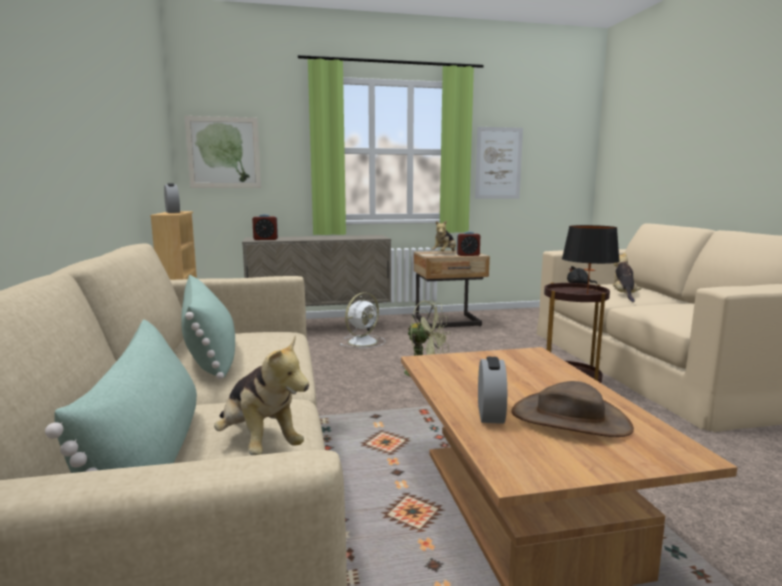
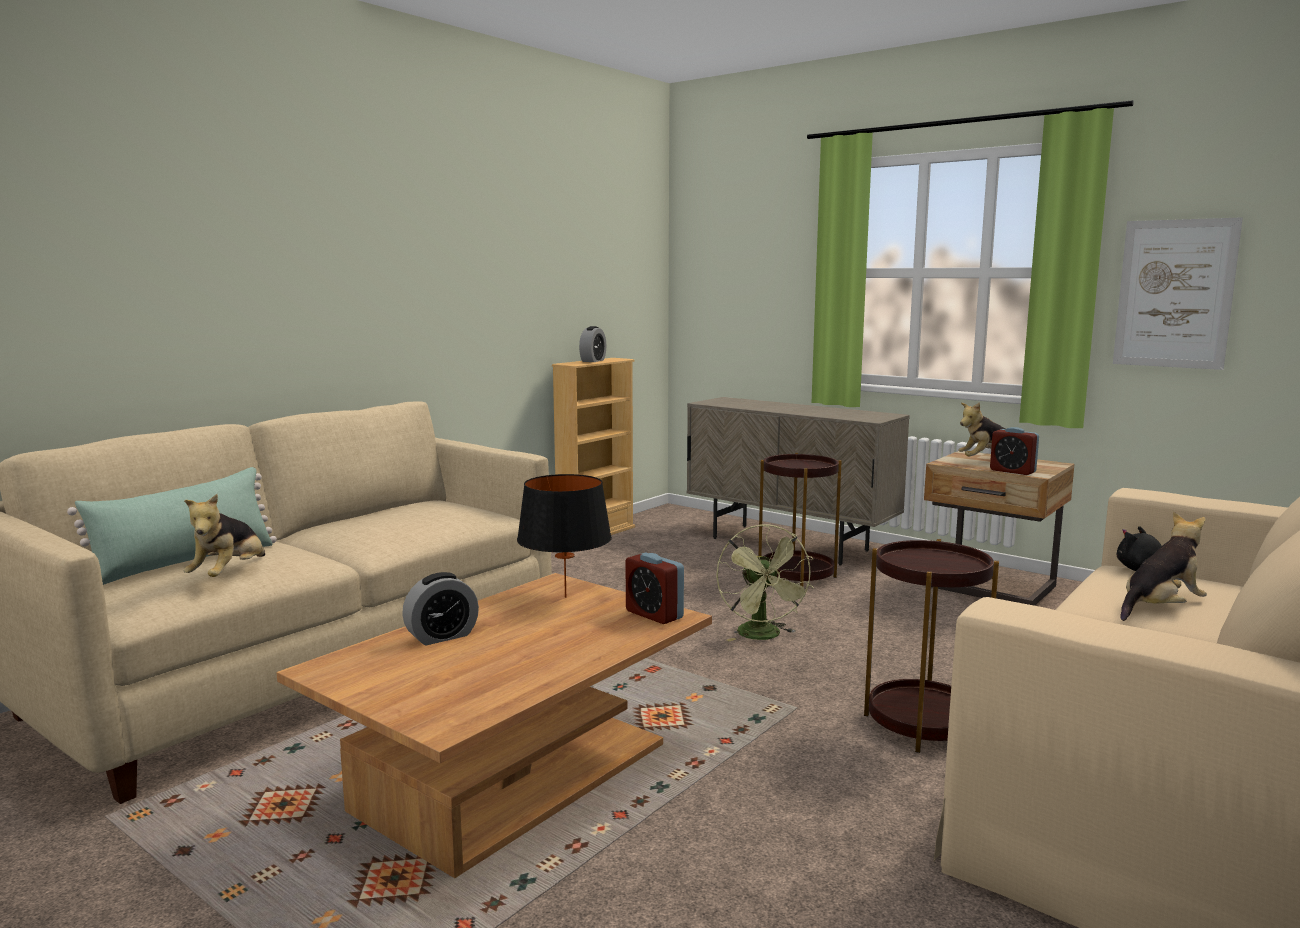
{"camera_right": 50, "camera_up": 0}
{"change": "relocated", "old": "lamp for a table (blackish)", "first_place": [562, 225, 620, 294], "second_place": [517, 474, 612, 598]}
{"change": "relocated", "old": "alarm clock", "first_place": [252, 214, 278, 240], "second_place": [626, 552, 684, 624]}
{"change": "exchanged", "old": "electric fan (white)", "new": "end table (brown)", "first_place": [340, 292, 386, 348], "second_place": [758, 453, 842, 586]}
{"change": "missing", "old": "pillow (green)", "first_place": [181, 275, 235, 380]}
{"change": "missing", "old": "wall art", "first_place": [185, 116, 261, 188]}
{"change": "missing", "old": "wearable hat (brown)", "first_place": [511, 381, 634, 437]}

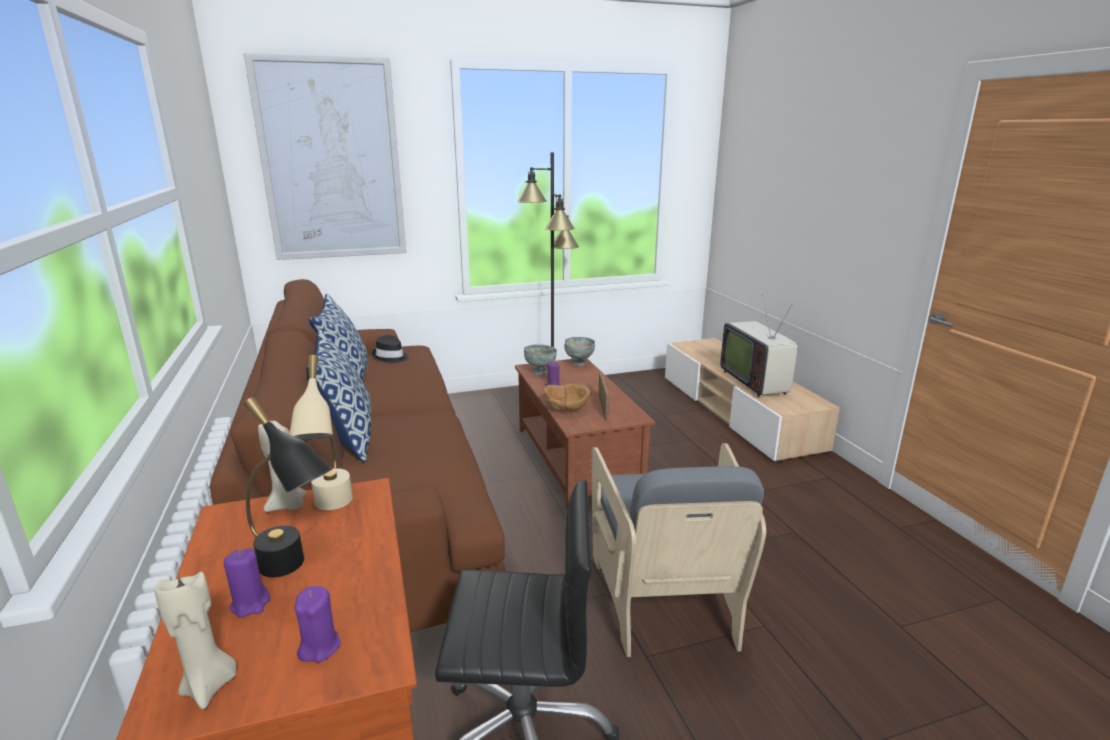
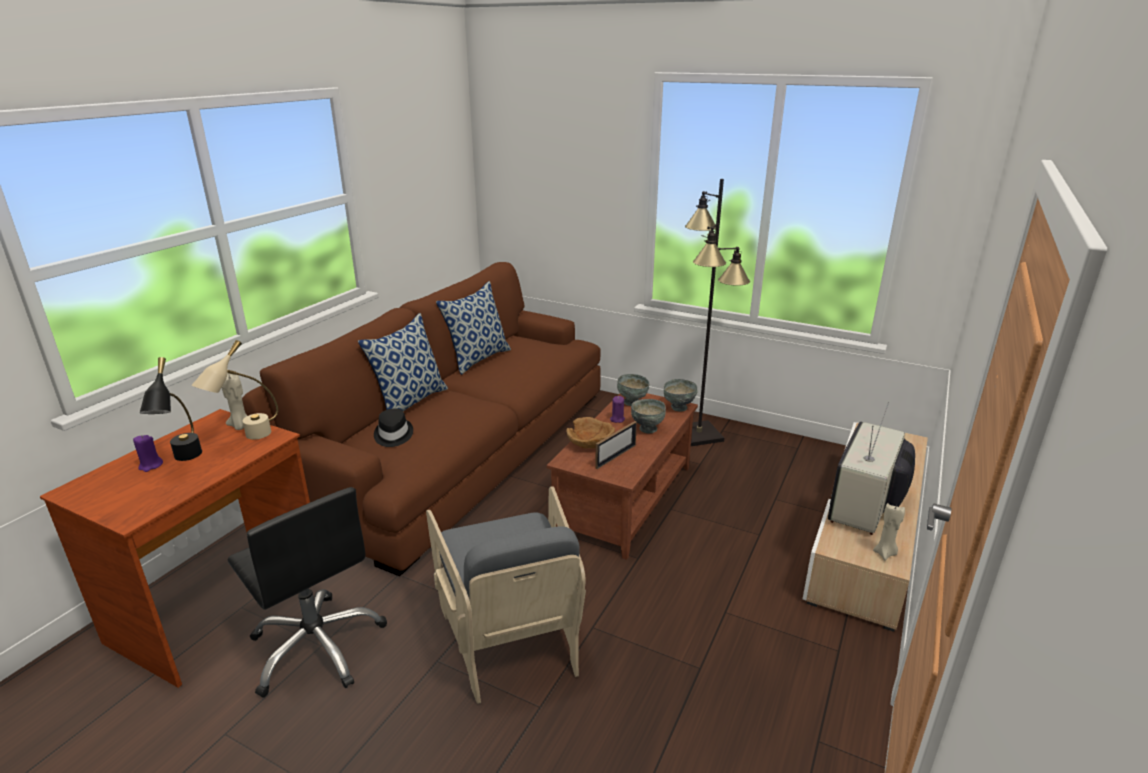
{"camera_right": 45, "camera_up": 5}
{"change": "relocated", "old": "wearable hat (blackish)", "first_place": [372, 335, 409, 363], "second_place": [374, 409, 413, 447]}
{"change": "spun", "old": "lounge chair (greyish)", "first_place": [592, 443, 766, 657], "second_place": [426, 486, 586, 704], "degrees": -60}
{"change": "appeared", "new": "serving bowl (greyish)", "second_place": [631, 399, 666, 434]}
{"change": "relocated", "old": "wax light (beige-coloured)", "first_place": [155, 571, 237, 709], "second_place": [873, 503, 905, 561]}
{"change": "missing", "old": "wall art", "first_place": [244, 53, 406, 260]}
{"change": "missing", "old": "wax light (purple-coloured)", "first_place": [295, 586, 341, 662]}

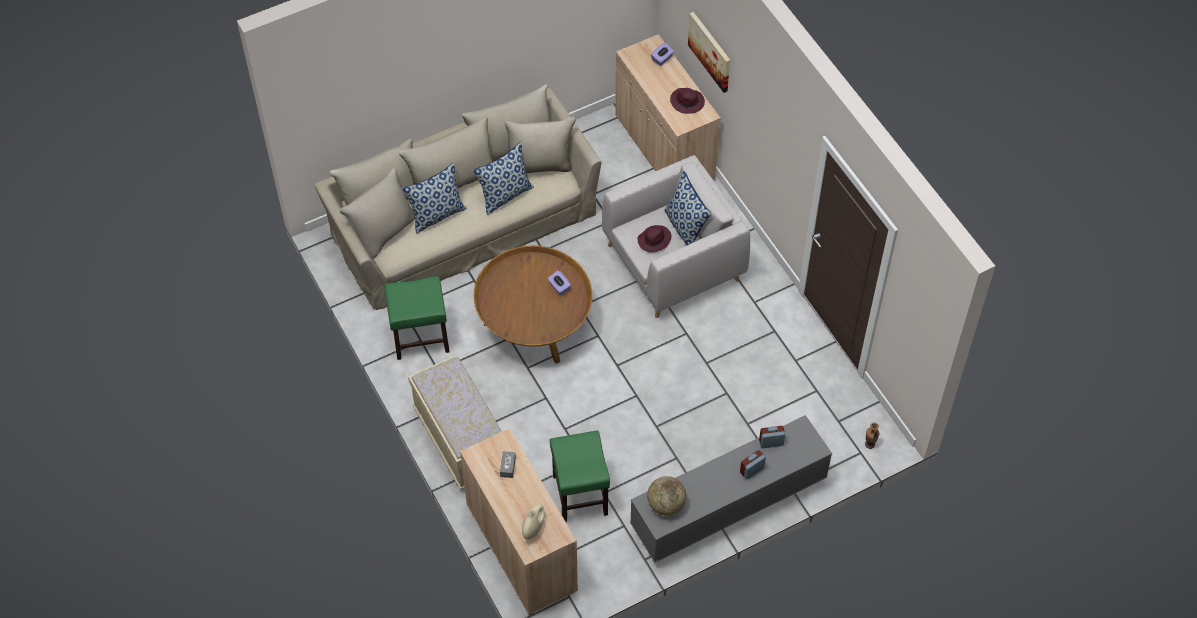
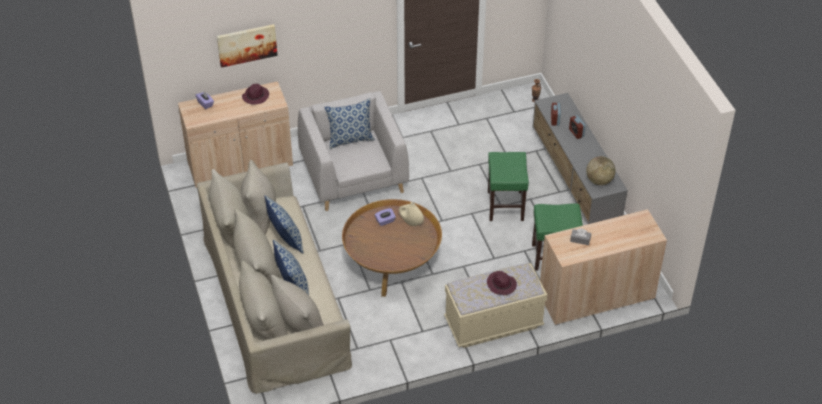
{"camera_right": -80, "camera_up": -10}
{"change": "relocated", "old": "decorative vase (beige-coloured)", "first_place": [522, 504, 544, 540], "second_place": [399, 202, 424, 226]}
{"change": "relocated", "old": "wearable hat (purple-coloured)", "first_place": [637, 225, 671, 252], "second_place": [487, 271, 517, 295]}
{"change": "relocated", "old": "stool (green)", "first_place": [384, 276, 450, 360], "second_place": [488, 152, 529, 221]}

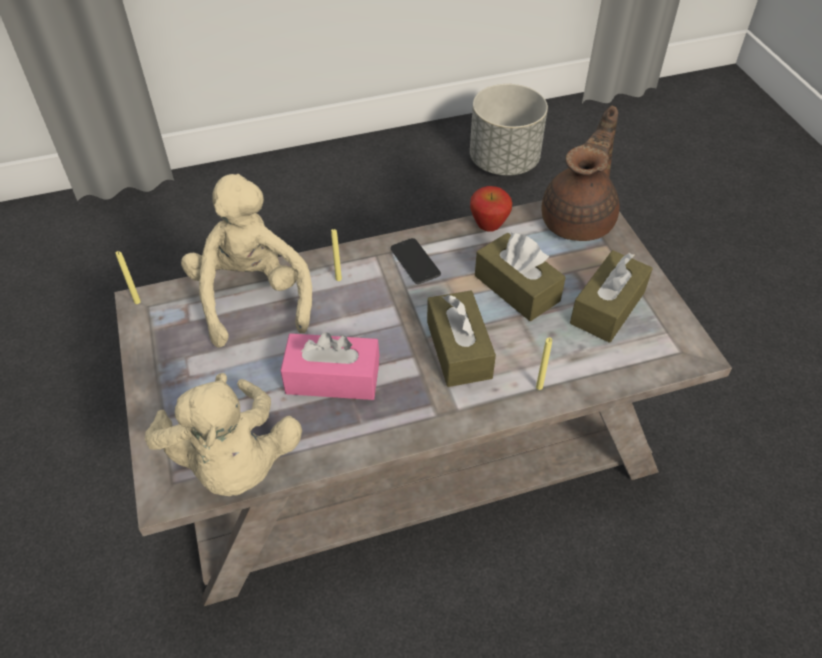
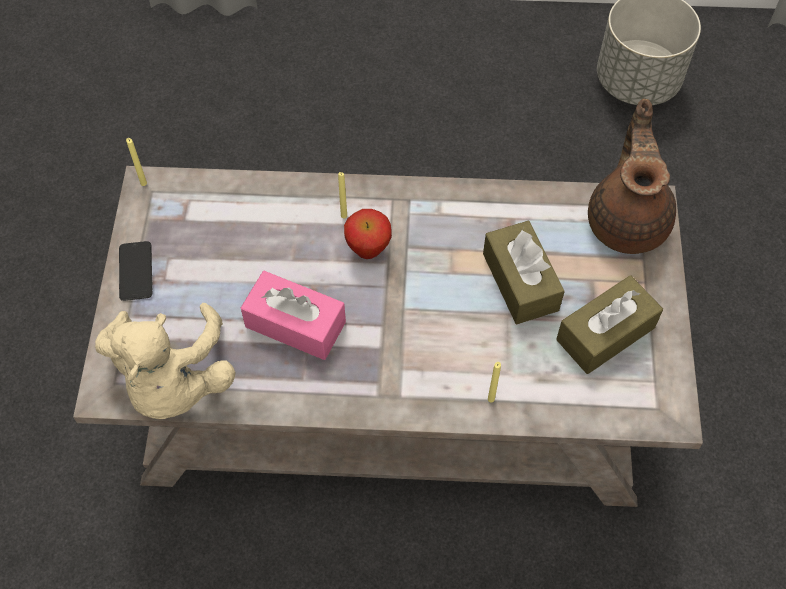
{"camera_right": 20, "camera_up": 10}
{"change": "relocated", "old": "handset", "first_place": [390, 238, 441, 284], "second_place": [119, 241, 153, 301]}
{"change": "relocated", "old": "apple fruit", "first_place": [470, 186, 512, 231], "second_place": [344, 209, 392, 259]}
{"change": "spun", "old": "teapot (brown)", "first_place": [541, 105, 620, 241], "second_place": [588, 99, 676, 254], "degrees": -45}
{"change": "missing", "old": "plush toy (beige-coloured)", "first_place": [181, 174, 312, 348]}
{"change": "missing", "old": "tissue holder (brown)", "first_place": [427, 291, 496, 387]}

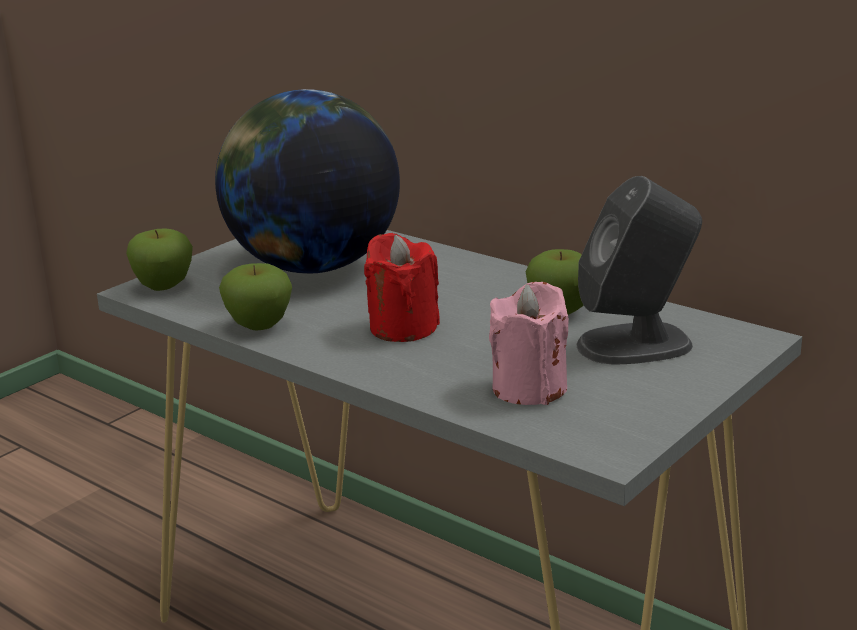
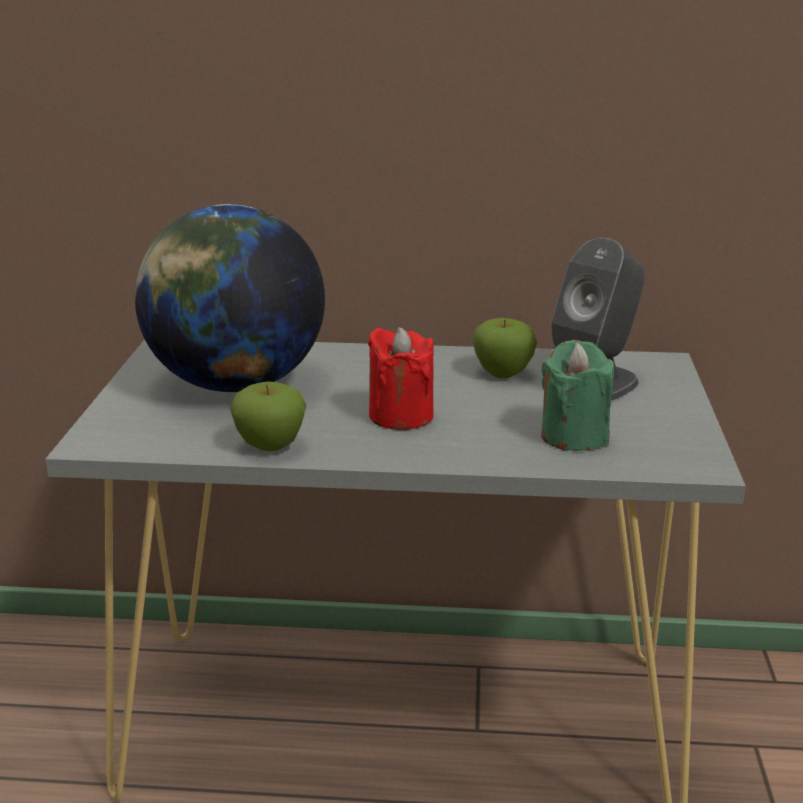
{"camera_right": -35, "camera_up": 0}
{"change": "colour", "old": "wax light (pink-coloured)", "new": "wax light (green)", "first_place": [489, 282, 569, 405], "second_place": [541, 340, 614, 451]}
{"change": "missing", "old": "apple fruit", "first_place": [126, 228, 193, 291]}

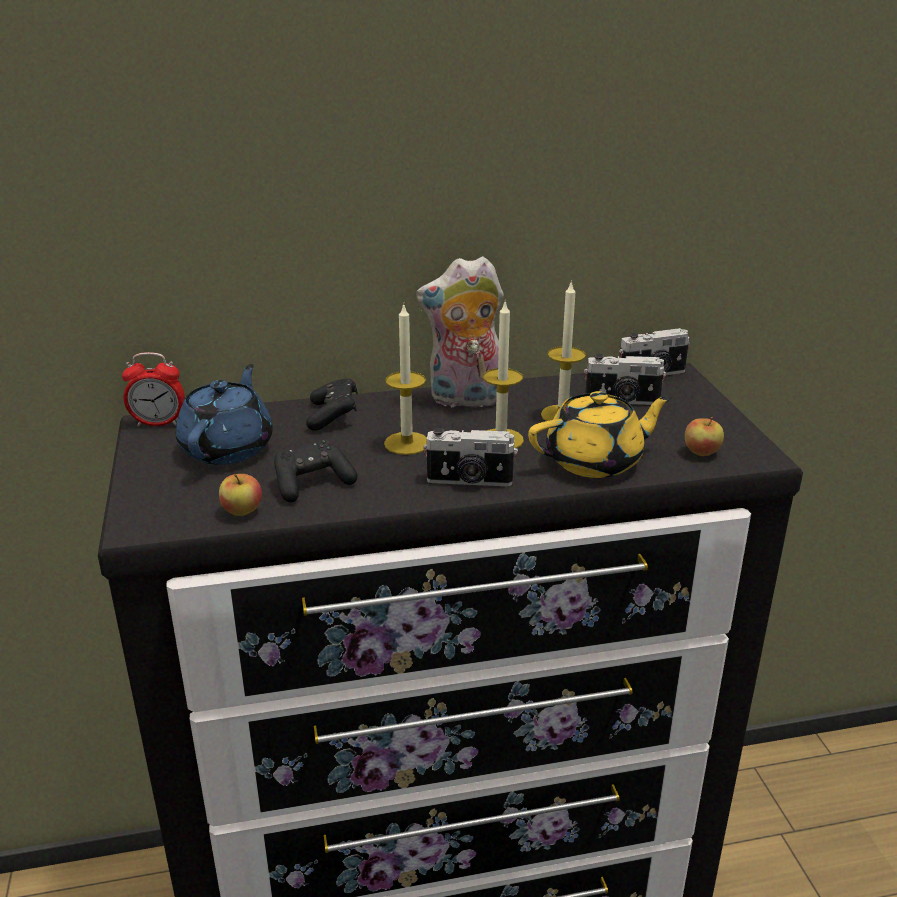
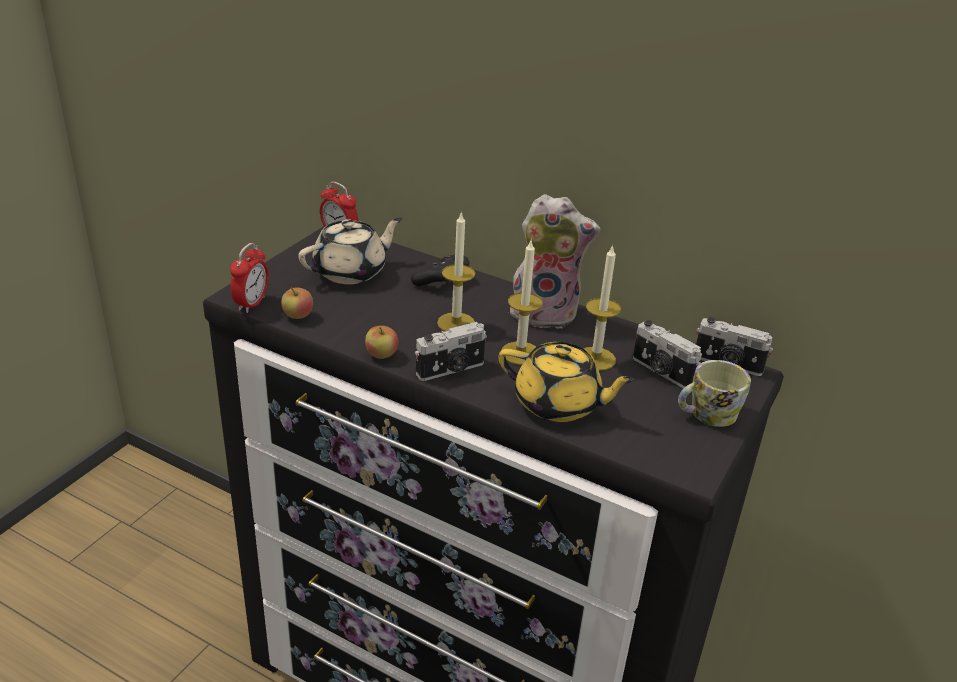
{"camera_right": 40, "camera_up": 5}
{"change": "appeared", "new": "alarm clock", "second_place": [230, 243, 269, 313]}
{"change": "colour", "old": "teapot (bluish)", "new": "teapot (beige-coloured)", "first_place": [176, 364, 273, 465], "second_place": [298, 218, 402, 284]}
{"change": "relocated", "old": "apple fruit", "first_place": [685, 417, 724, 456], "second_place": [365, 326, 398, 359]}
{"change": "spun", "old": "still camera", "first_place": [423, 428, 518, 486], "second_place": [415, 322, 487, 381], "degrees": -75}
{"change": "spun", "old": "plush toy", "first_place": [416, 256, 504, 411], "second_place": [510, 194, 600, 329], "degrees": 150}
{"change": "appeared", "new": "tea mug", "second_place": [678, 360, 751, 427]}
{"change": "missing", "old": "game controller (blackish)", "first_place": [274, 439, 357, 503]}

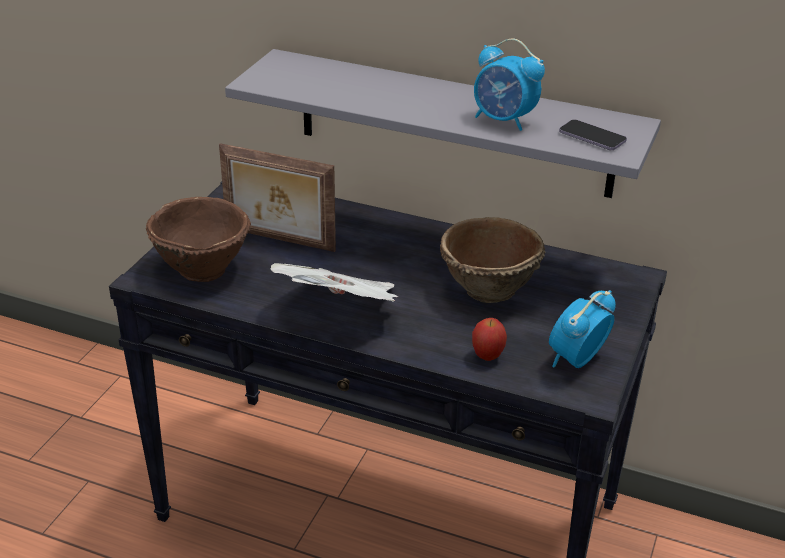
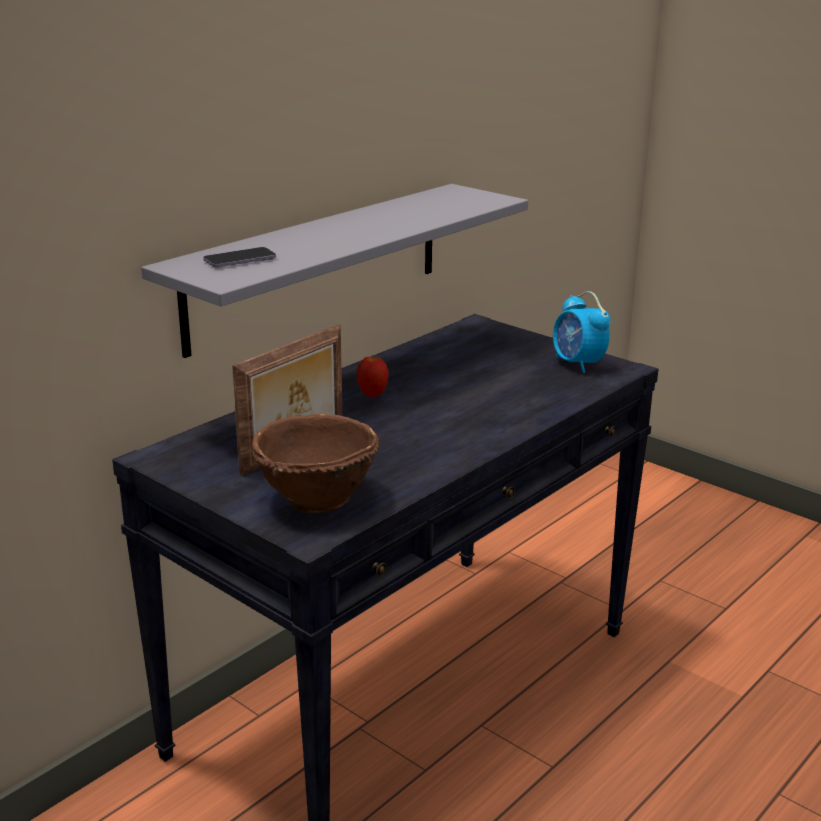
{"camera_right": -70, "camera_up": -10}
{"change": "relocated", "old": "handset", "first_place": [559, 119, 627, 150], "second_place": [203, 247, 276, 267]}
{"change": "relocated", "old": "apple fruit", "first_place": [472, 318, 507, 361], "second_place": [356, 355, 389, 397]}
{"change": "missing", "old": "newspaper", "first_place": [271, 263, 398, 301]}
{"change": "missing", "old": "serving bowl (brown)", "first_place": [440, 217, 546, 303]}
{"change": "missing", "old": "alarm clock", "first_place": [474, 39, 545, 131]}

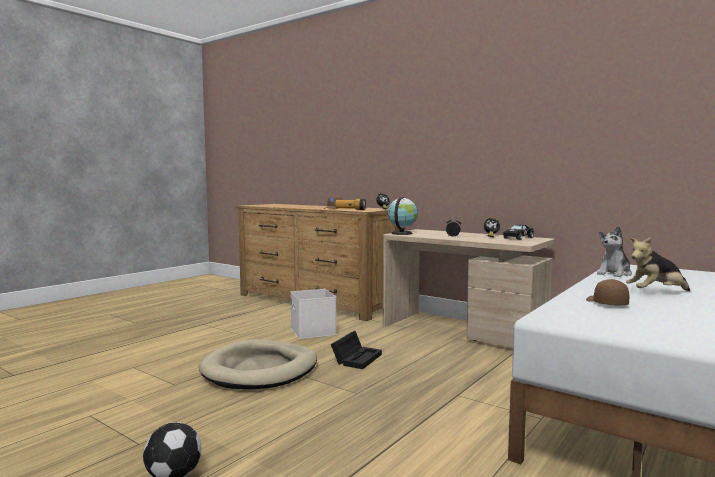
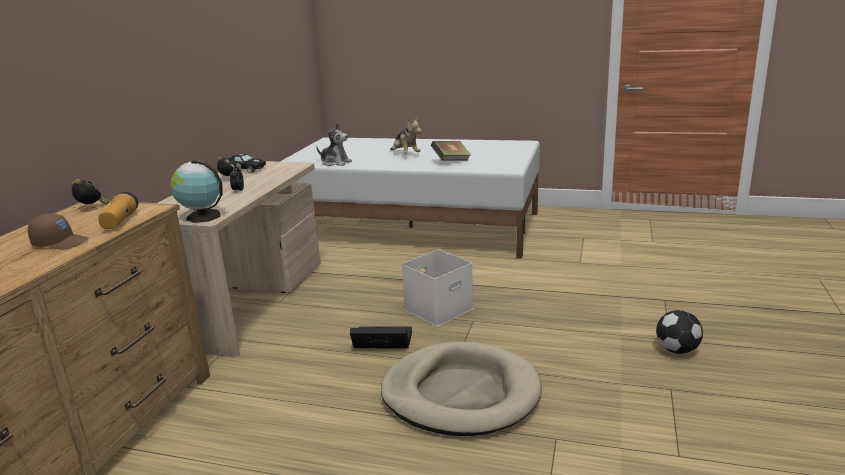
{"camera_right": -110, "camera_up": 15}
{"change": "relocated", "old": "storage box (white)", "first_place": [290, 289, 337, 339], "second_place": [402, 249, 474, 326]}
{"change": "exchanged", "old": "baseball cap (brown)", "new": "volume", "first_place": [586, 279, 629, 305], "second_place": [431, 141, 471, 161]}

